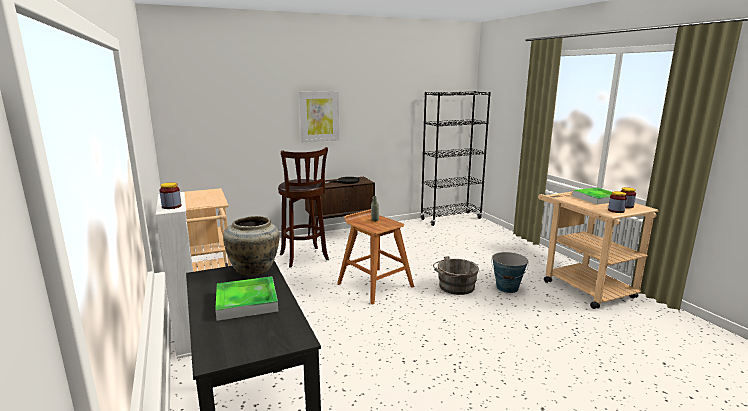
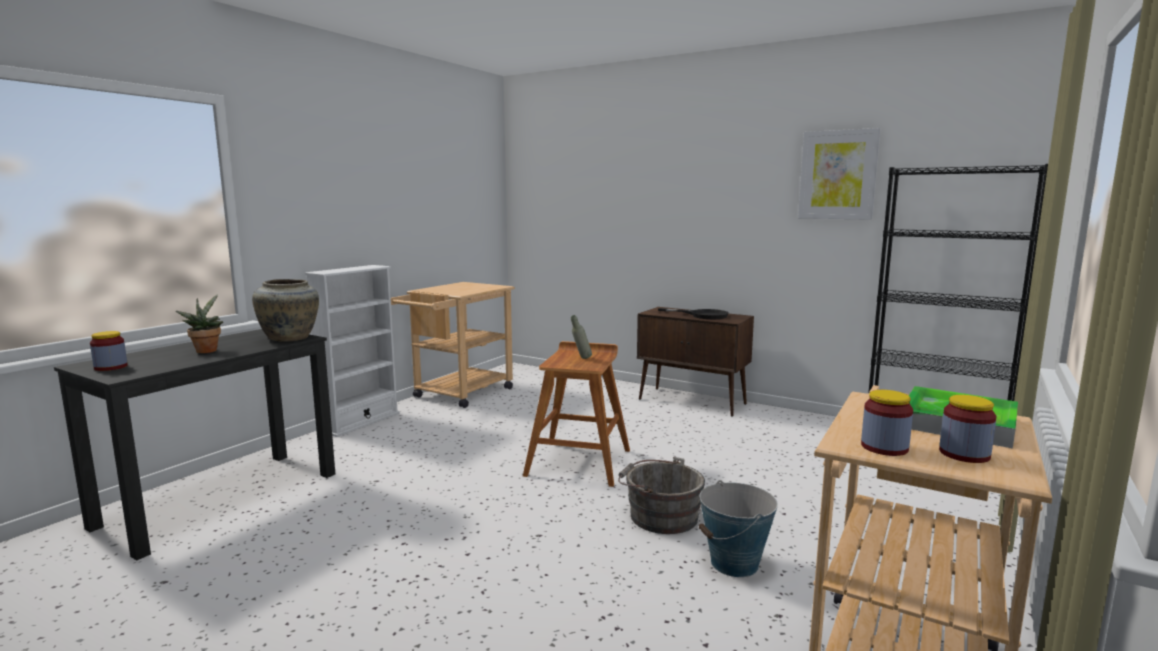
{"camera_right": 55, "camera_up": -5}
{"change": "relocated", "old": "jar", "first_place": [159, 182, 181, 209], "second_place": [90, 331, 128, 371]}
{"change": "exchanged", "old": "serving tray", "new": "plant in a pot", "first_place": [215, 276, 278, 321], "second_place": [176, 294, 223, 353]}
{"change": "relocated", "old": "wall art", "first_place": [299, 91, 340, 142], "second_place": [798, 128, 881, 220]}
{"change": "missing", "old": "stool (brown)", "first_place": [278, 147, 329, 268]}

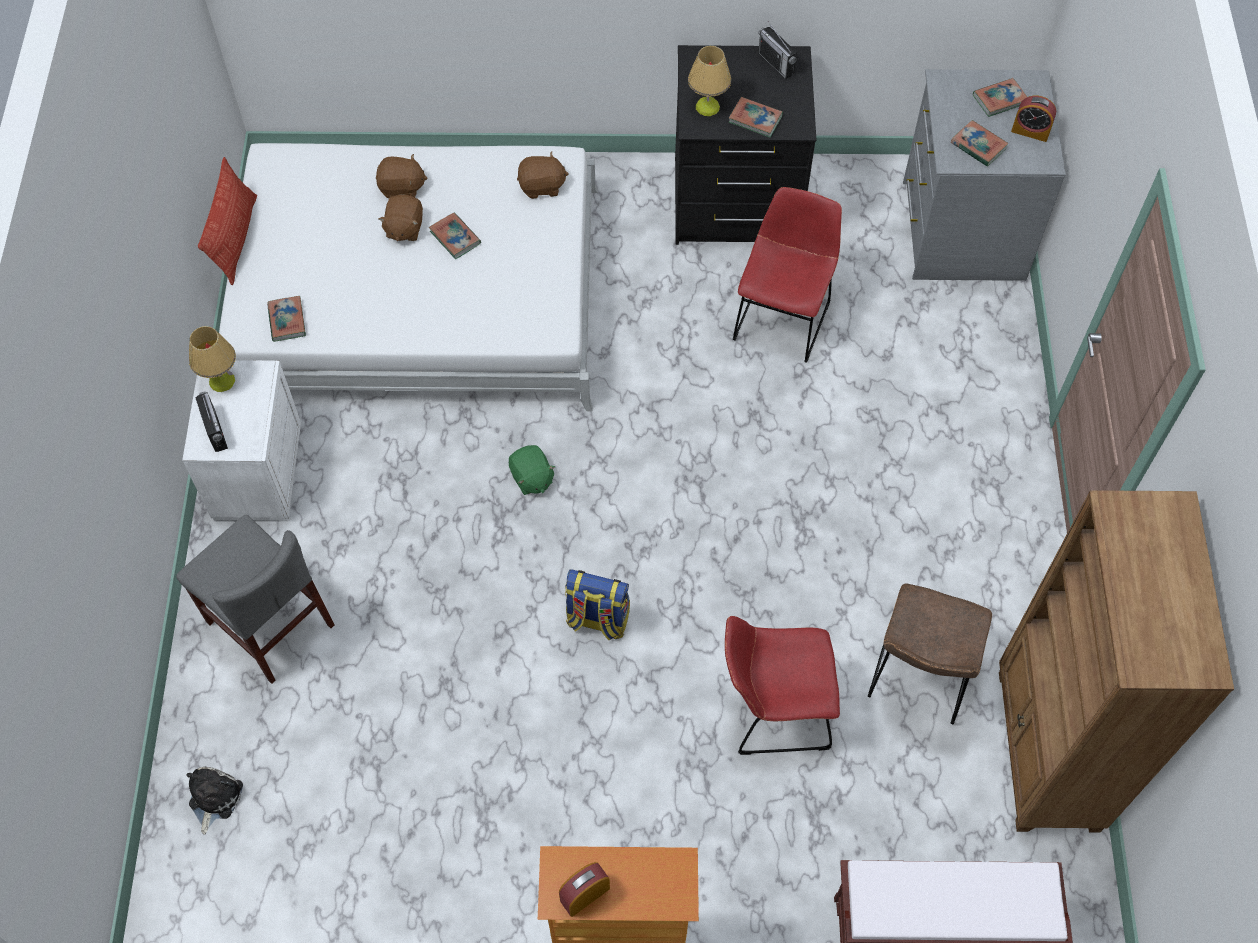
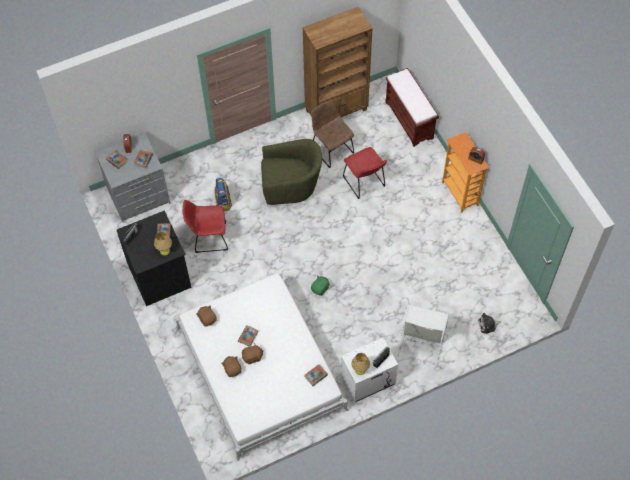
{"camera_right": -115, "camera_up": 0}
{"change": "relocated", "old": "knapsack", "first_place": [565, 569, 630, 640], "second_place": [214, 178, 232, 211]}
{"change": "appeared", "new": "lounge chair (green)", "second_place": [261, 139, 322, 205]}
{"change": "spun", "old": "chair (brown)", "first_place": [868, 584, 992, 725], "second_place": [311, 100, 354, 168], "degrees": -120}
{"change": "exchanged", "old": "chair (greyish)", "new": "laundry basket (greyish)", "first_place": [176, 515, 335, 684], "second_place": [397, 304, 449, 367]}
{"change": "missing", "old": "pillow", "first_place": [198, 157, 257, 285]}

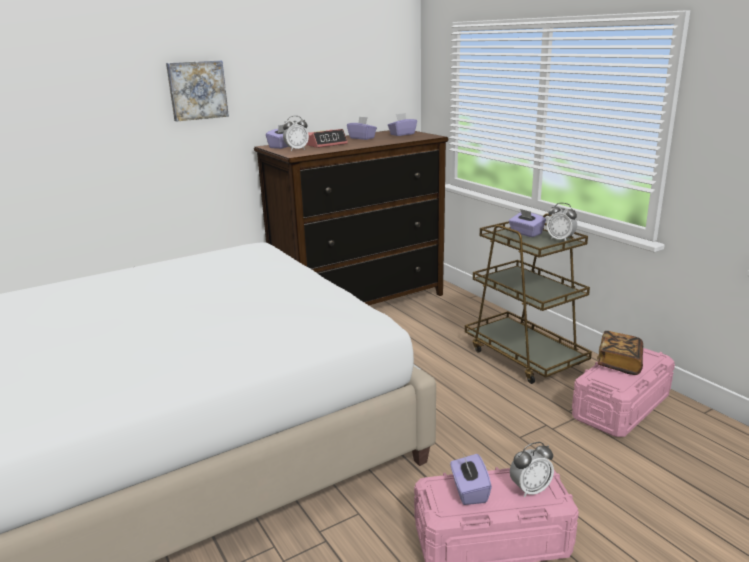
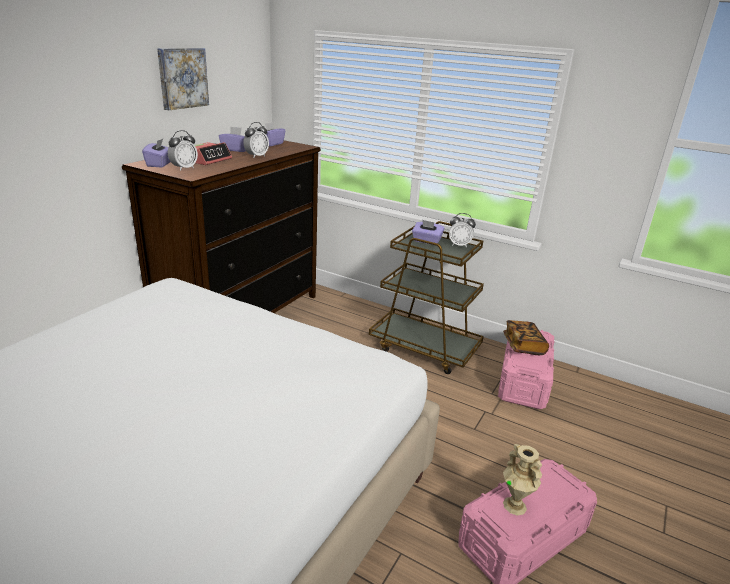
{"camera_right": -30, "camera_up": 5}
{"change": "relocated", "old": "wall art", "first_place": [166, 60, 229, 122], "second_place": [157, 48, 209, 110]}
{"change": "relocated", "old": "alarm clock", "first_place": [510, 442, 554, 498], "second_place": [243, 122, 269, 157]}
{"change": "exchanged", "old": "tissue holder (purple-coloured)", "new": "decorative vase (beige-coloured)", "first_place": [450, 454, 492, 505], "second_place": [503, 444, 542, 516]}

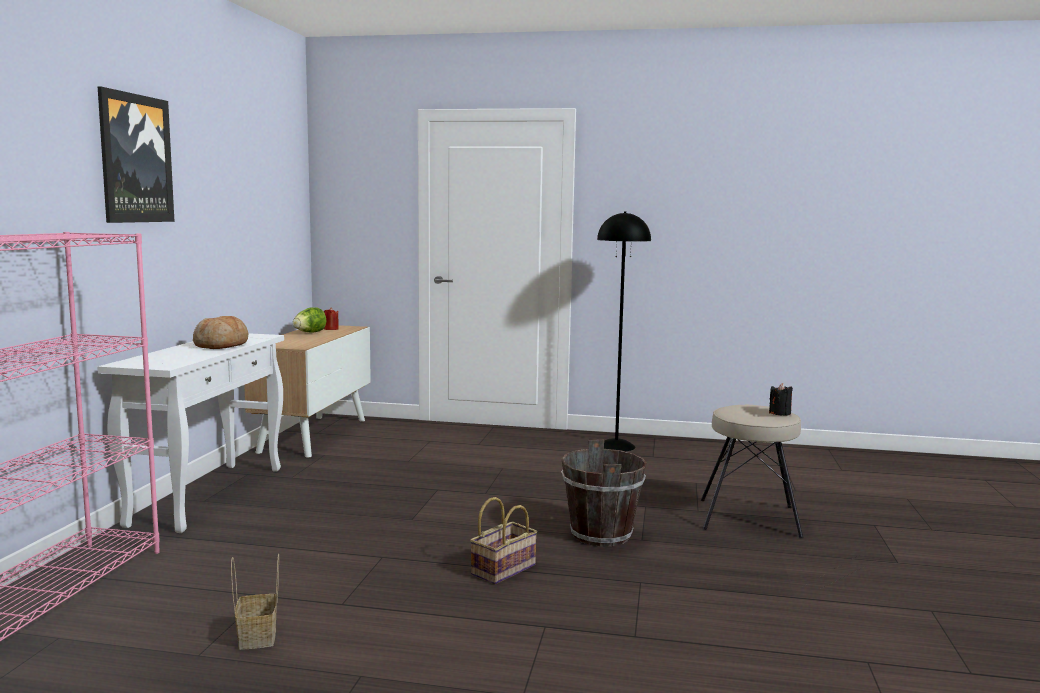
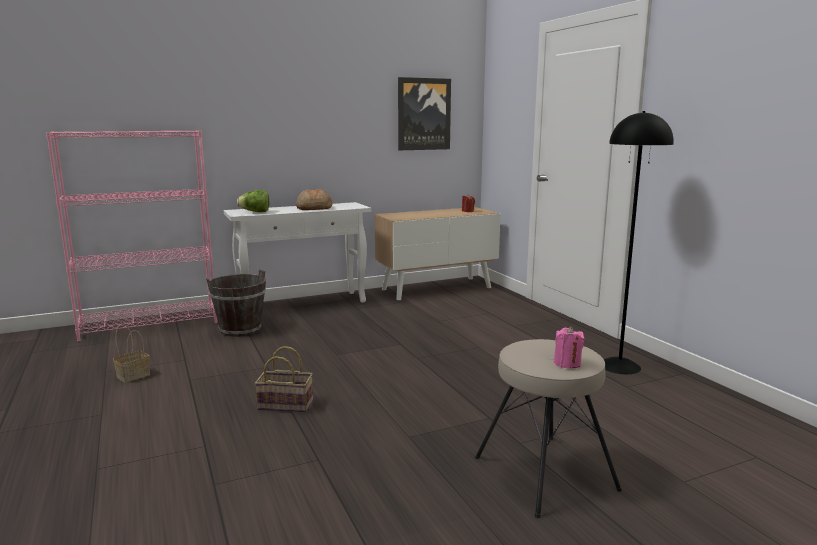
{"camera_right": 55, "camera_up": 5}
{"change": "relocated", "old": "bucket (brown)", "first_place": [561, 440, 647, 547], "second_place": [206, 270, 266, 337]}
{"change": "relocated", "old": "lettuce head", "first_place": [293, 307, 326, 332], "second_place": [237, 190, 269, 212]}
{"change": "relocated", "old": "wall art", "first_place": [98, 86, 175, 223], "second_place": [398, 77, 451, 150]}
{"change": "colour", "old": "wax light (blackish)", "new": "wax light (pink-coloured)", "first_place": [769, 383, 793, 416], "second_place": [554, 327, 584, 368]}

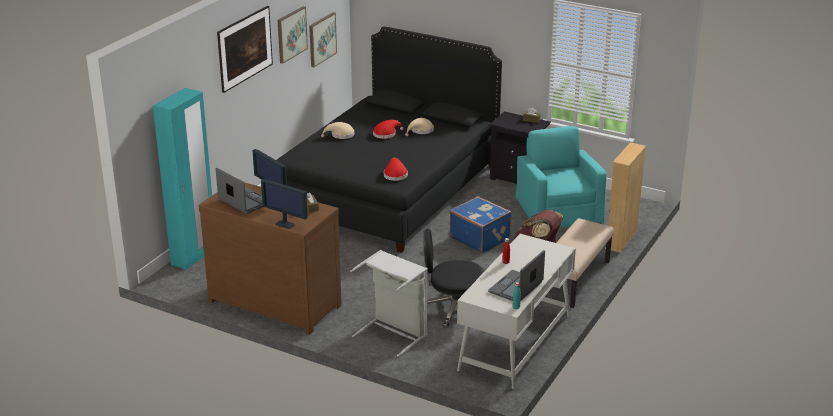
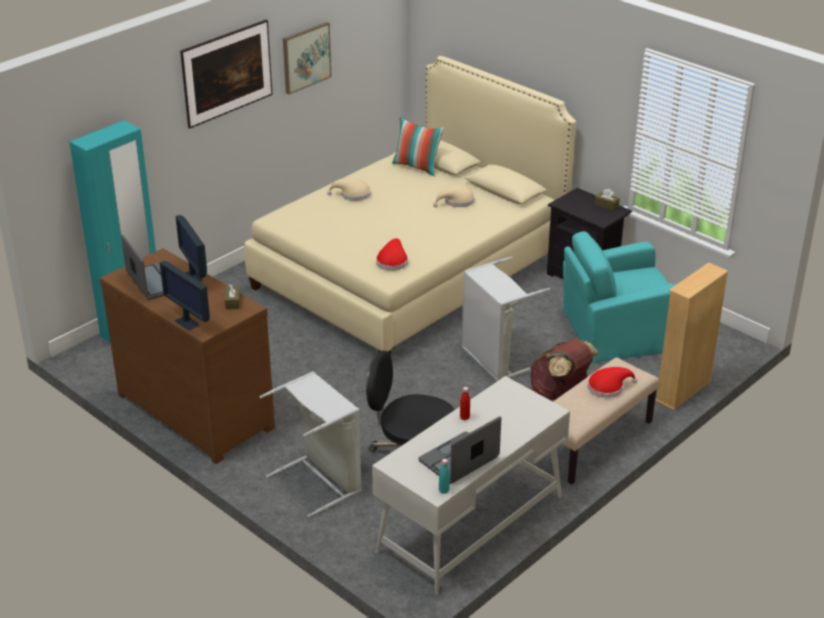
{"camera_right": 15, "camera_up": 5}
{"change": "colour", "old": "sleeping bed (blackish)", "new": "sleeping bed (beige-coloured)", "first_place": [277, 26, 502, 253], "second_place": [244, 56, 576, 355]}
{"change": "appeared", "new": "pillow", "second_place": [392, 117, 444, 176]}
{"change": "exchanged", "old": "piece of luggage (bluish)", "new": "laundry basket (greyish)", "first_place": [449, 196, 512, 253], "second_place": [462, 257, 550, 381]}
{"change": "spun", "old": "lounge chair (turquoise-coloured)", "first_place": [515, 126, 606, 228], "second_place": [563, 231, 677, 363], "degrees": -105}
{"change": "relocated", "old": "wearable hat (reddish)", "first_place": [373, 120, 404, 139], "second_place": [588, 367, 637, 398]}
{"change": "missing", "old": "wall art", "first_place": [309, 12, 337, 67]}

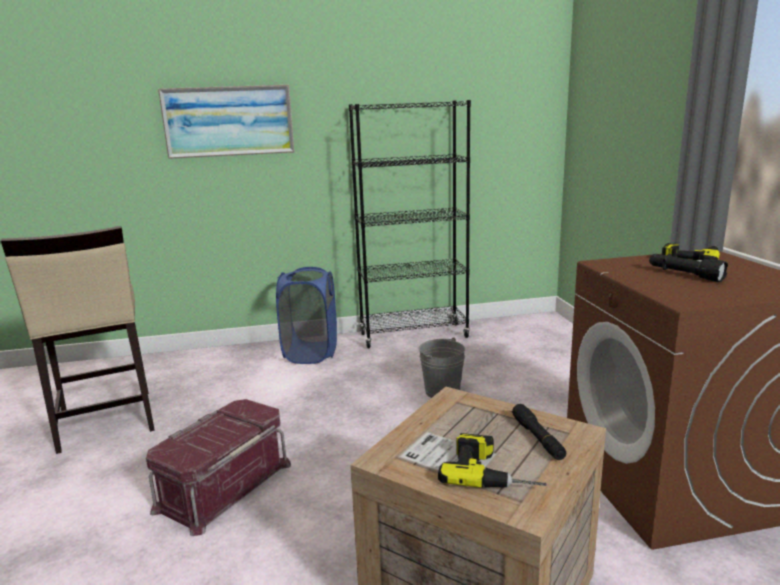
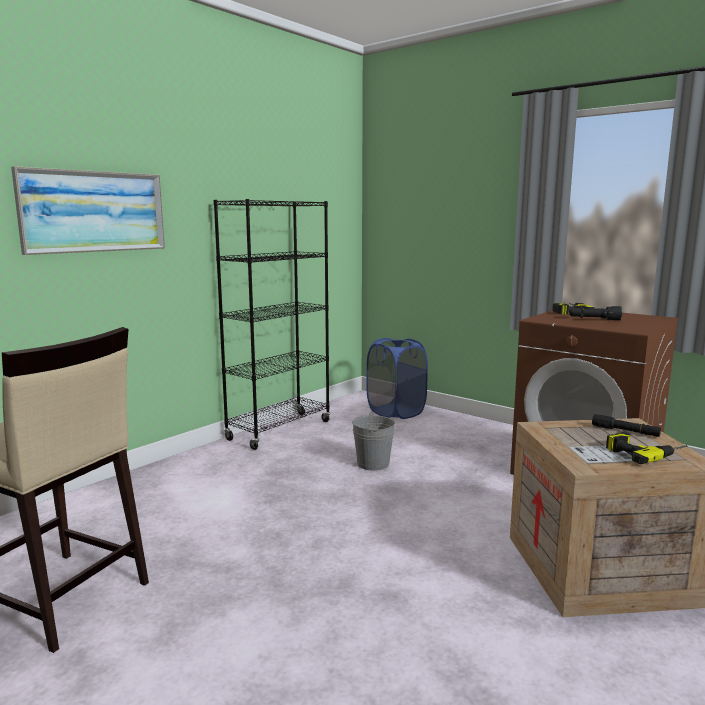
{"camera_right": -40, "camera_up": -5}
{"change": "relocated", "old": "laundry basket (bluish)", "first_place": [276, 267, 337, 364], "second_place": [367, 338, 428, 419]}
{"change": "missing", "old": "storage box (reddish)", "first_place": [146, 399, 291, 536]}

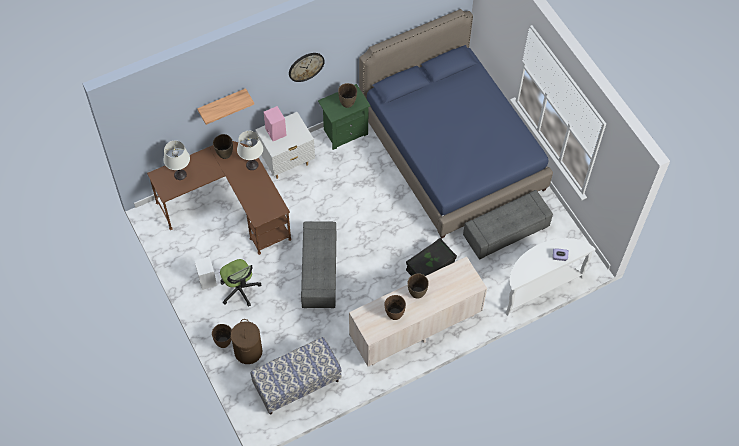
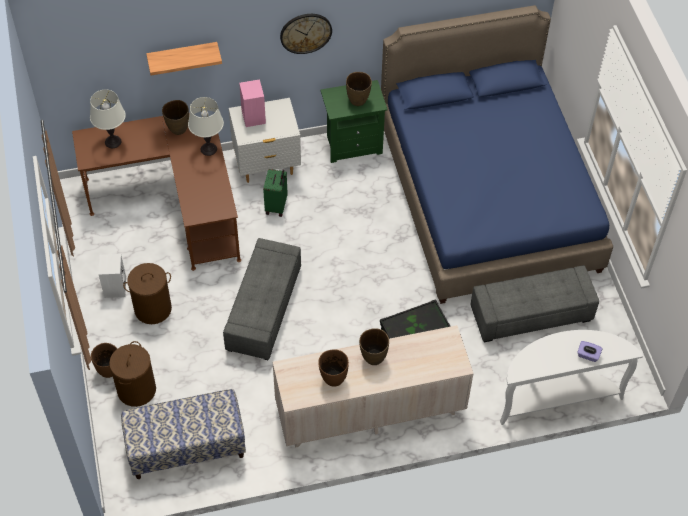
{"camera_right": 15, "camera_up": -5}
{"change": "exchanged", "old": "desk chair", "new": "laundry basket (brown)", "first_place": [220, 259, 261, 307], "second_place": [123, 263, 172, 324]}
{"change": "appeared", "new": "piece of luggage (green)", "second_place": [263, 169, 288, 217]}

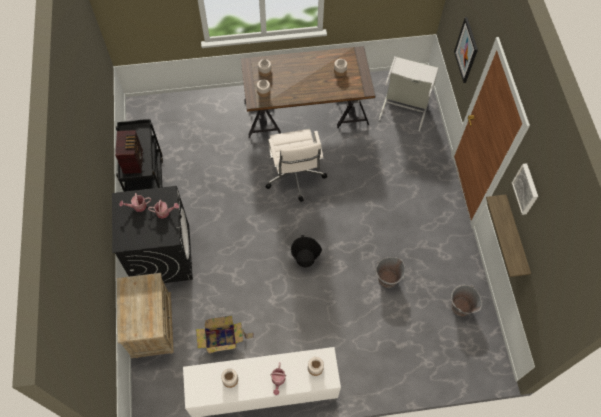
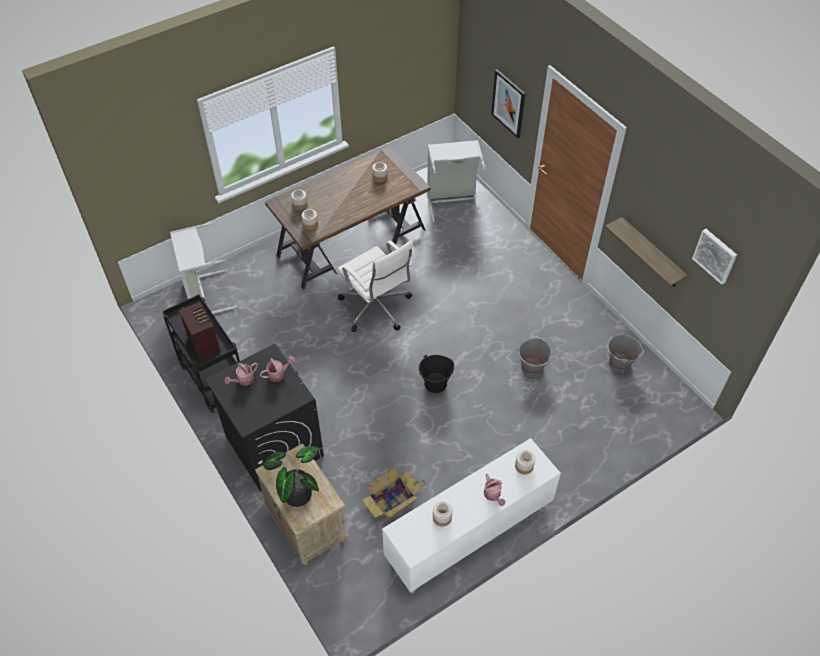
{"camera_right": -25, "camera_up": -10}
{"change": "appeared", "new": "laundry basket (greyish)", "second_place": [170, 222, 237, 314]}
{"change": "appeared", "new": "plant in a pot", "second_place": [263, 446, 319, 507]}
{"change": "relocated", "old": "wall art", "first_place": [512, 163, 538, 215], "second_place": [692, 229, 737, 285]}

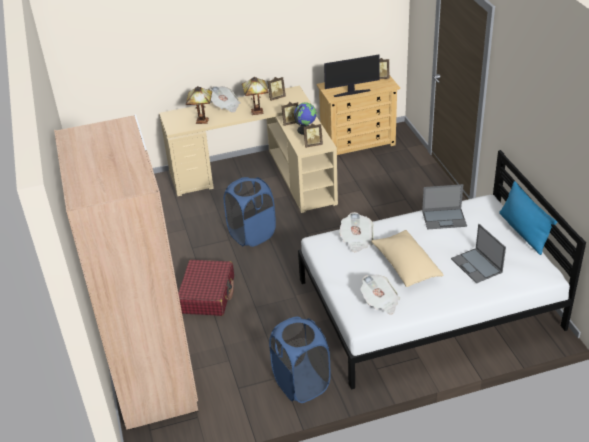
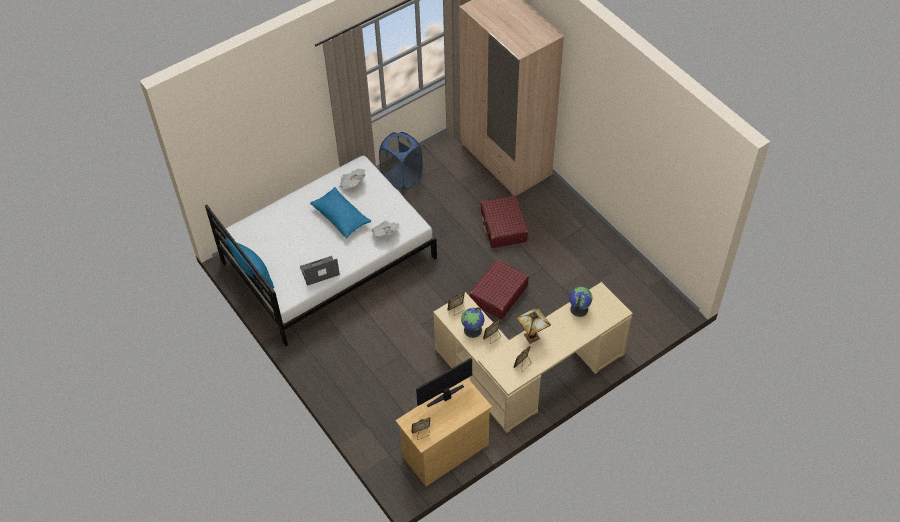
{"camera_right": 160, "camera_up": 15}
{"change": "colour", "old": "pillow (beige-coloured)", "new": "pillow (bluish)", "first_place": [371, 230, 443, 287], "second_place": [310, 187, 371, 238]}
{"change": "exchanged", "old": "laundry basket (bluish)", "new": "piece of luggage (reddish)", "first_place": [224, 177, 276, 247], "second_place": [469, 259, 529, 319]}
{"change": "exchanged", "old": "lamp for a table", "new": "world globe", "first_place": [186, 86, 212, 124], "second_place": [569, 287, 592, 317]}
{"change": "missing", "old": "newspaper", "first_place": [211, 86, 241, 113]}
{"change": "missing", "old": "notebook computer", "first_place": [451, 224, 506, 284]}

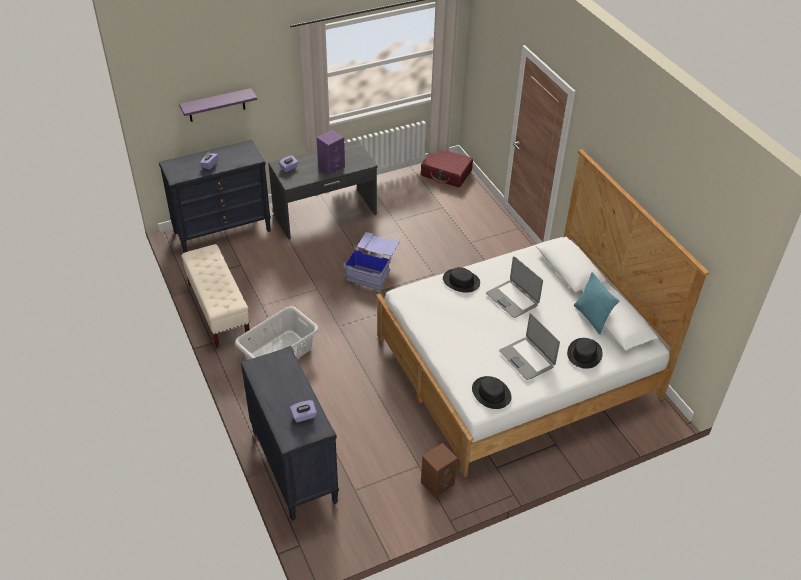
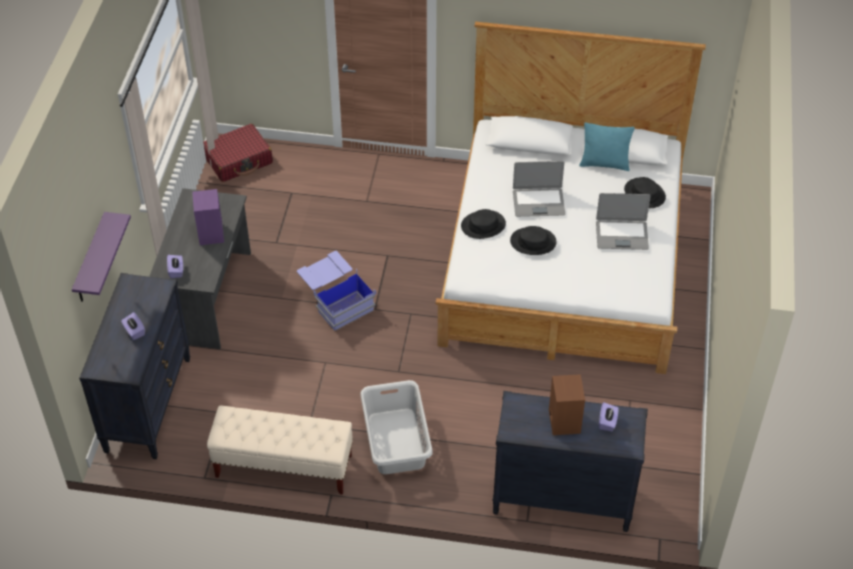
{"camera_right": -55, "camera_up": 5}
{"change": "relocated", "old": "wearable hat (blackish)", "first_place": [472, 376, 511, 409], "second_place": [510, 226, 557, 255]}
{"change": "relocated", "old": "audio speaker (brown)", "first_place": [421, 443, 457, 498], "second_place": [549, 374, 585, 435]}

